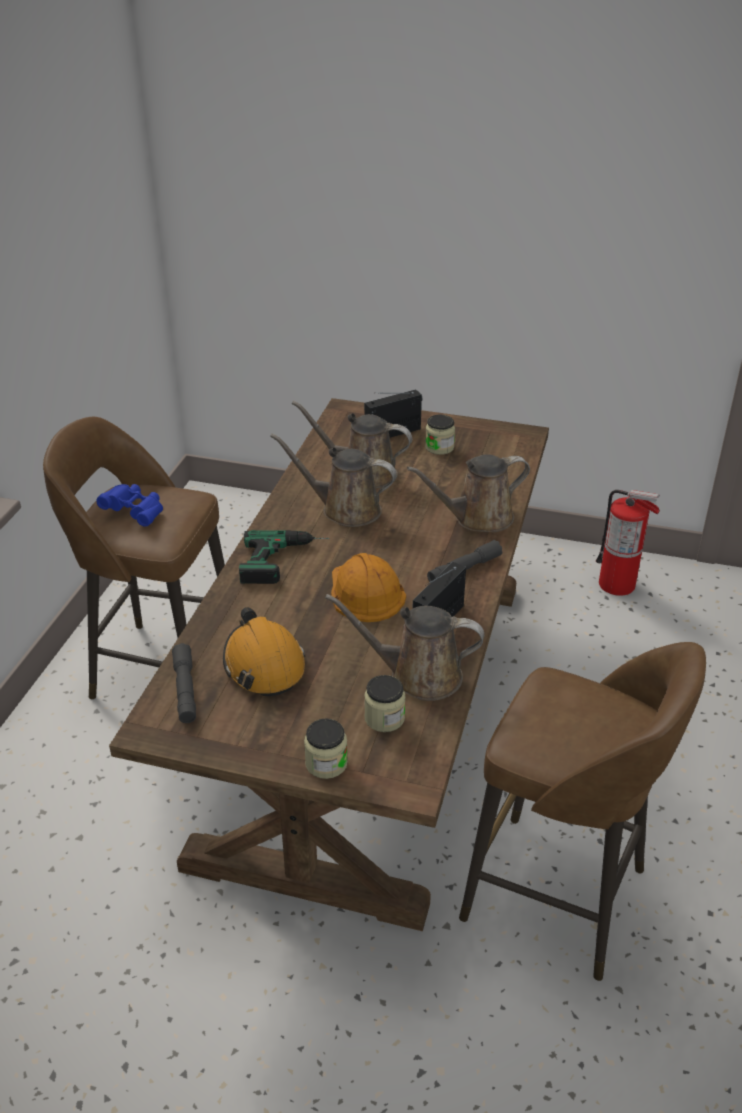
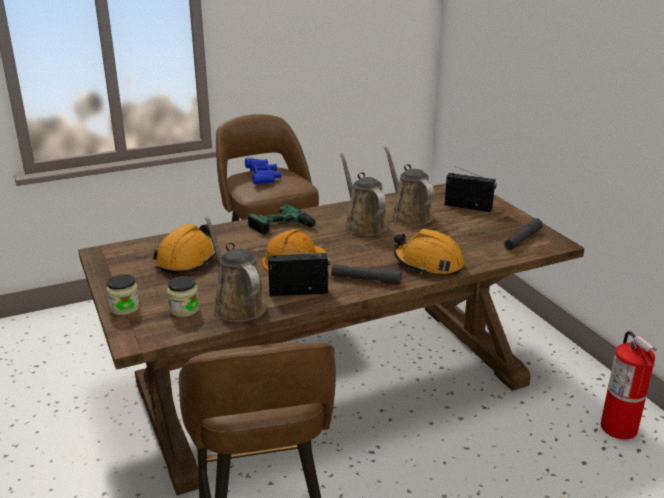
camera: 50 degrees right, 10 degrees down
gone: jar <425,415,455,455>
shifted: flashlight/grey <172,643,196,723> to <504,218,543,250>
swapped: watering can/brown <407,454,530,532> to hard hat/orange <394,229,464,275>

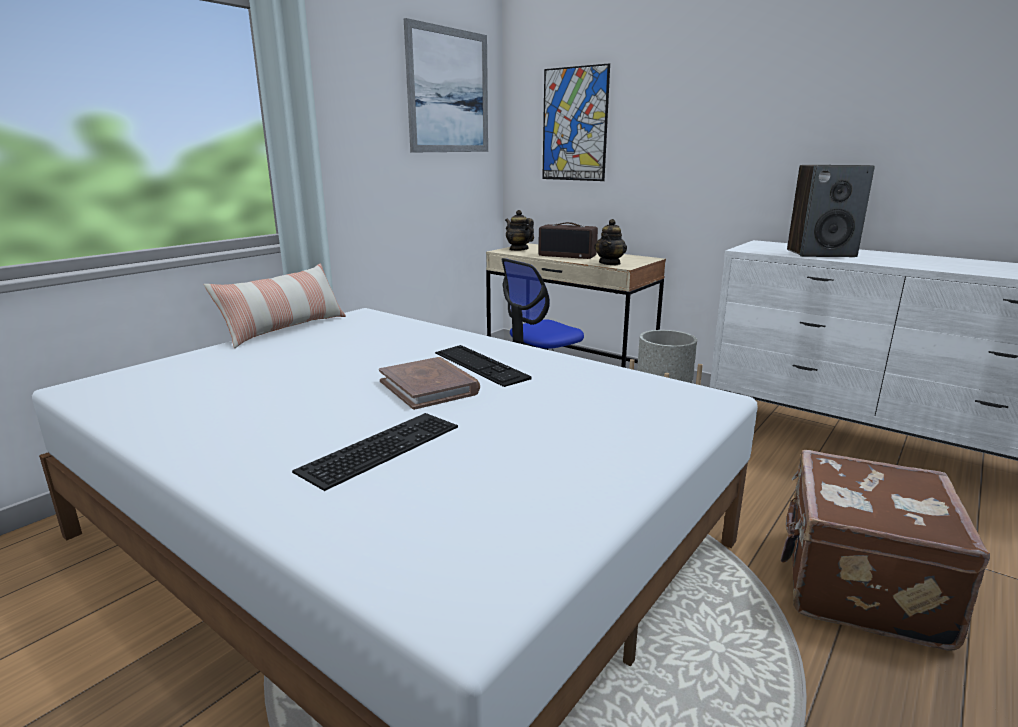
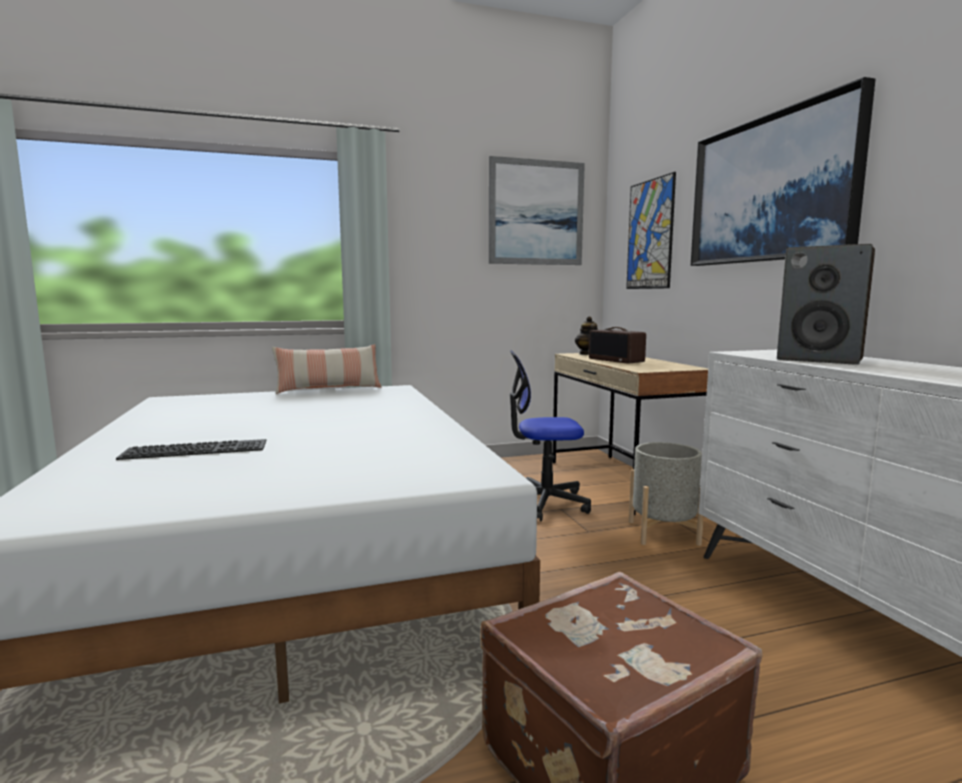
camera: 35 degrees right, 10 degrees down
gone: book/brown <379,357,480,410>; keyboard <435,345,532,387>; teapot <594,219,627,265>
new: picture <691,77,876,266>

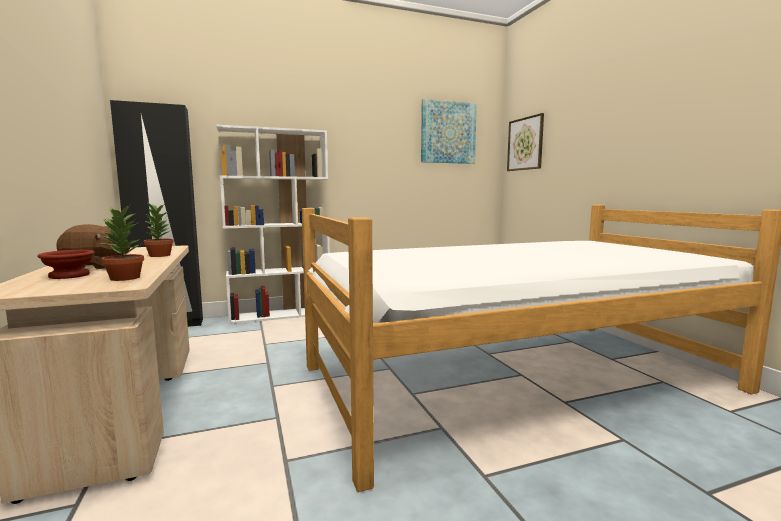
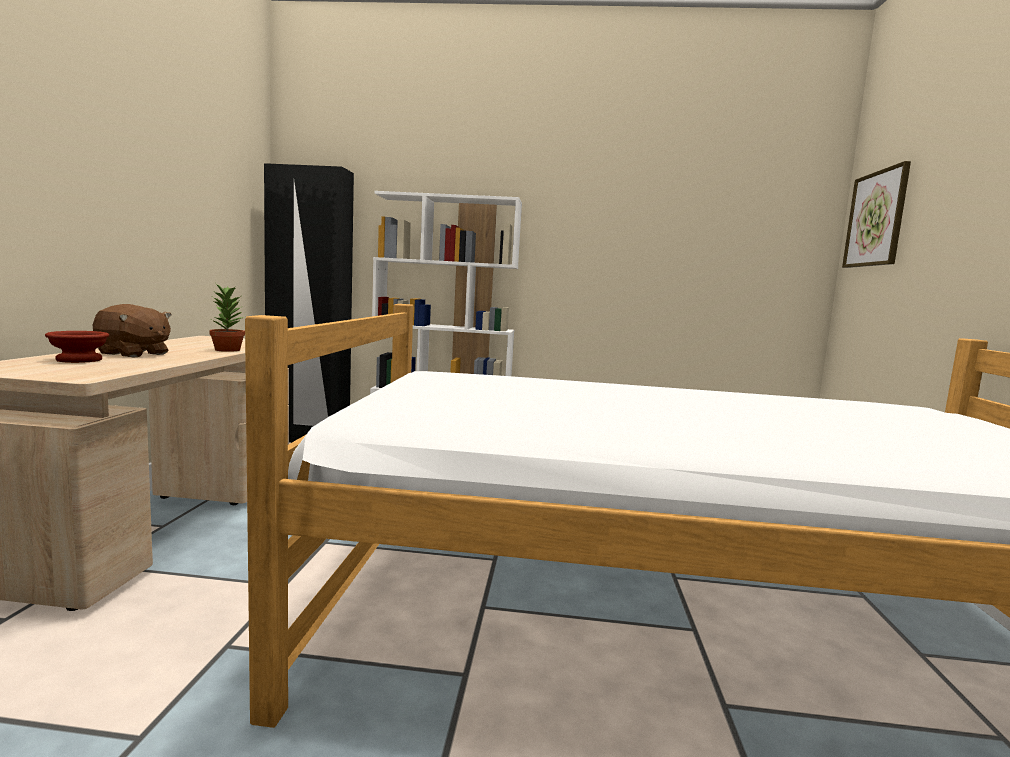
camera: 25 degrees right, 0 degrees up
gone: potted plant <101,205,144,281>; picture <421,99,477,164>

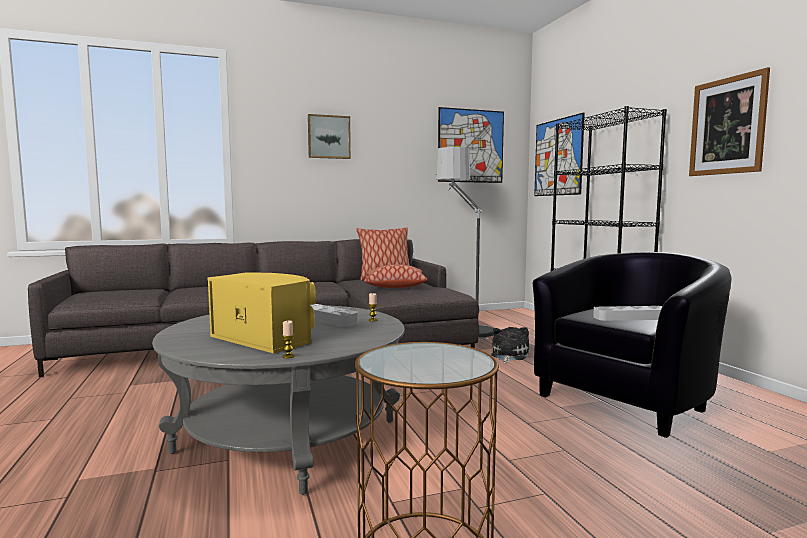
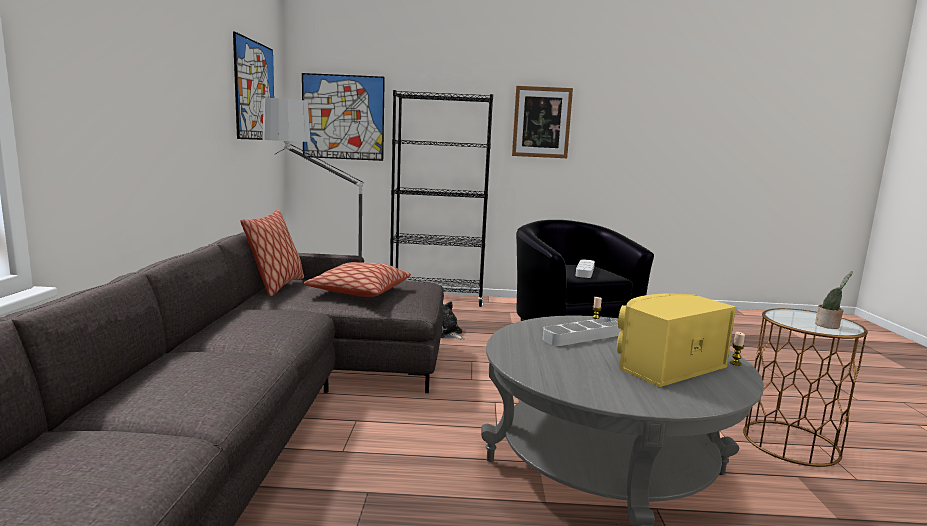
camera: 70 degrees left, 5 degrees up
gone: picture <308,114,351,159>
new: potted plant <815,271,853,329>

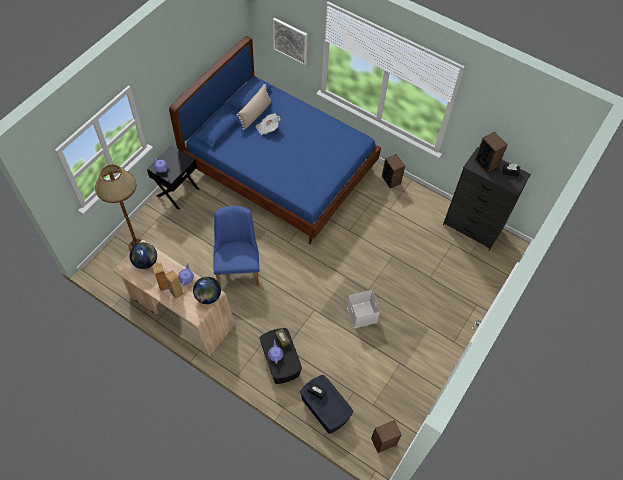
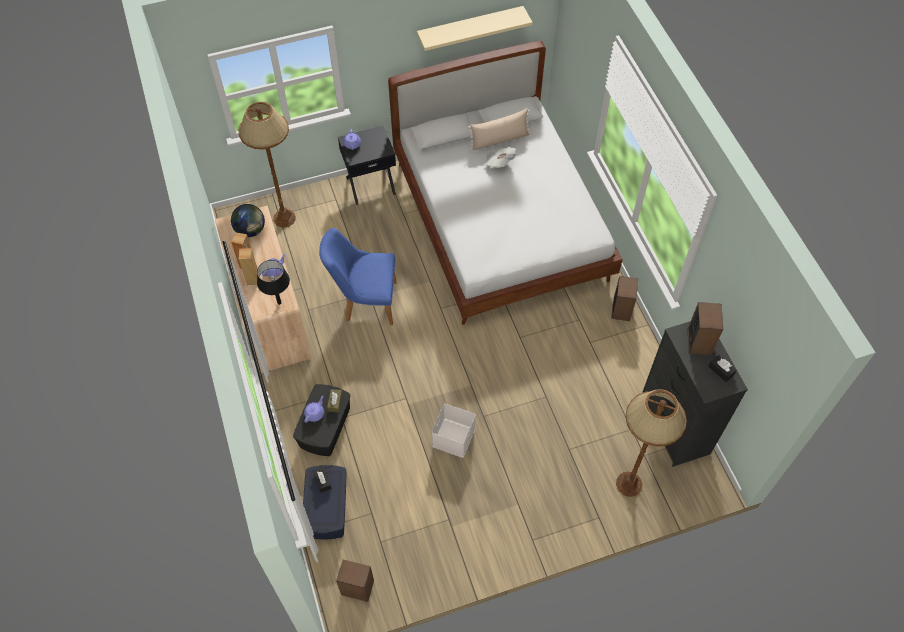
camera: 40 degrees right, 0 degrees up
gone: picture <273,18,308,65>
new: shelf/beige <417,6,533,51>; floor lamp/brown <616,389,687,497>
swapped: globe <193,277,221,304> to table lamp/black <257,260,290,305>
repainted: bed/blue <169,36,381,244> to bed/white <388,41,623,325>
rotated: chair/blue <213,206,259,287> = <319,228,397,325> 120 degrees counterclockwise

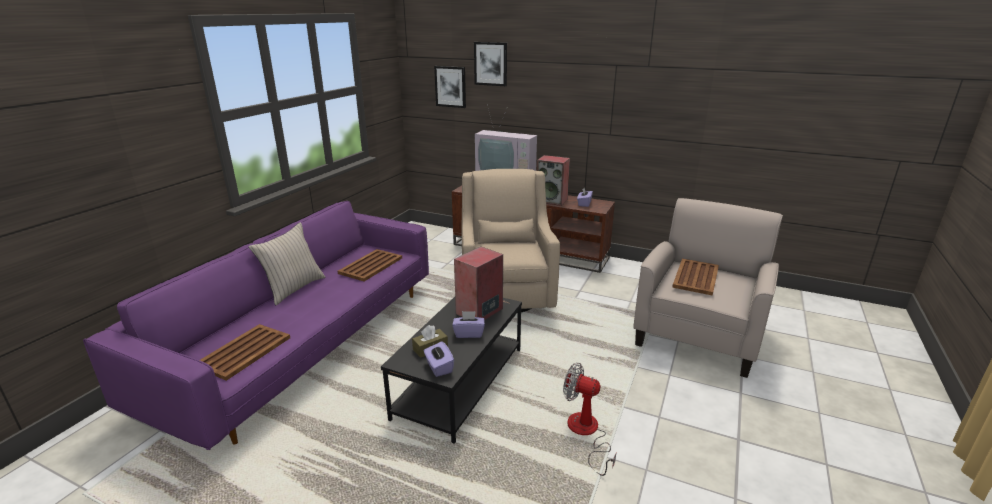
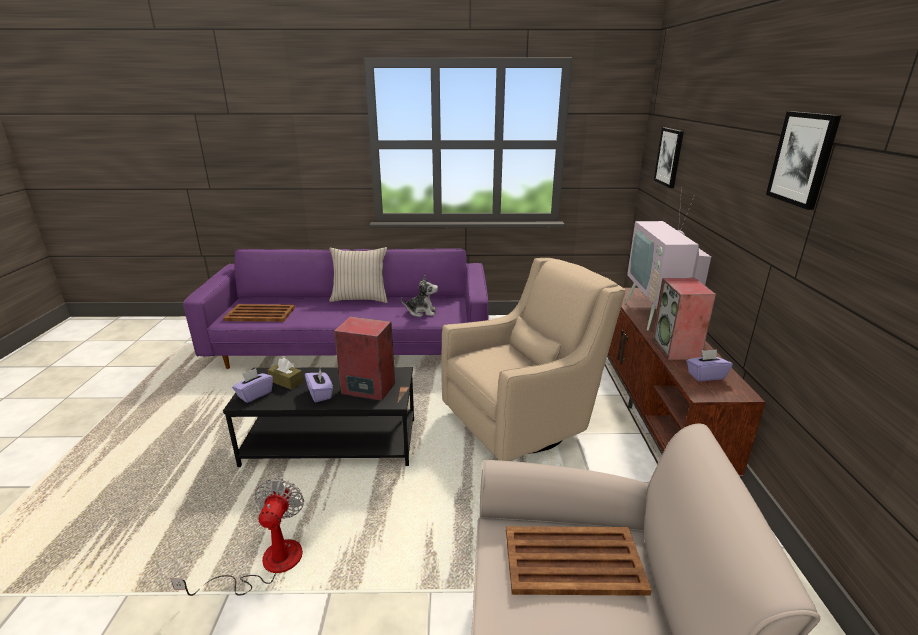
camera: 65 degrees right, 0 degrees up
shifted: picture <474,42,507,86> to <766,111,841,210>
swapped: tray/brown <337,249,402,281> to plush toy <401,275,438,317>

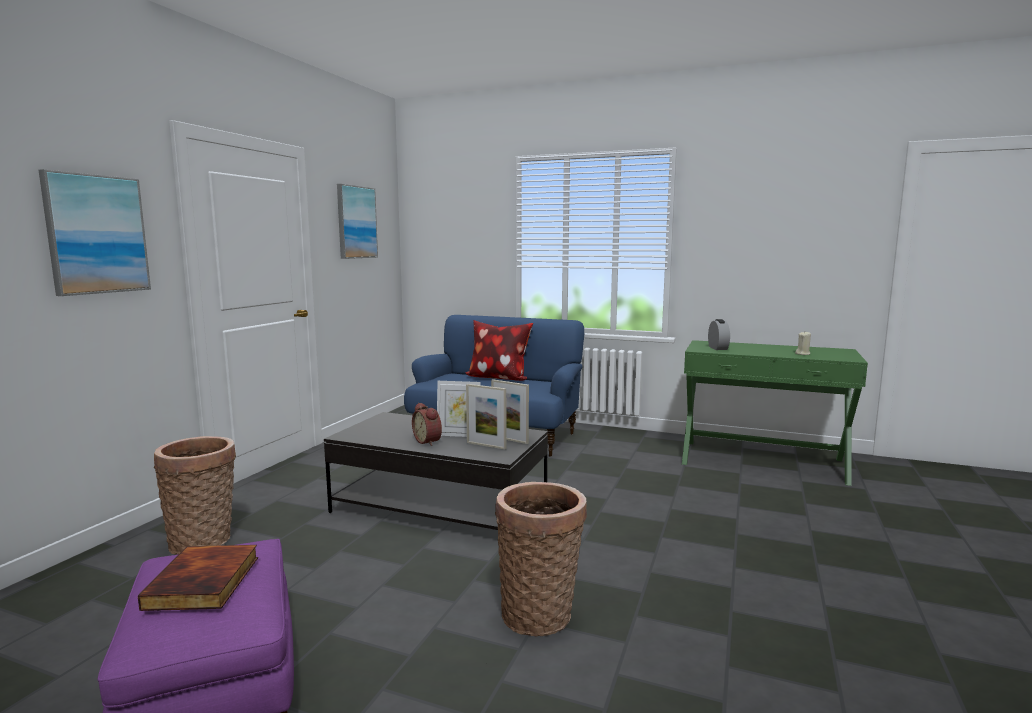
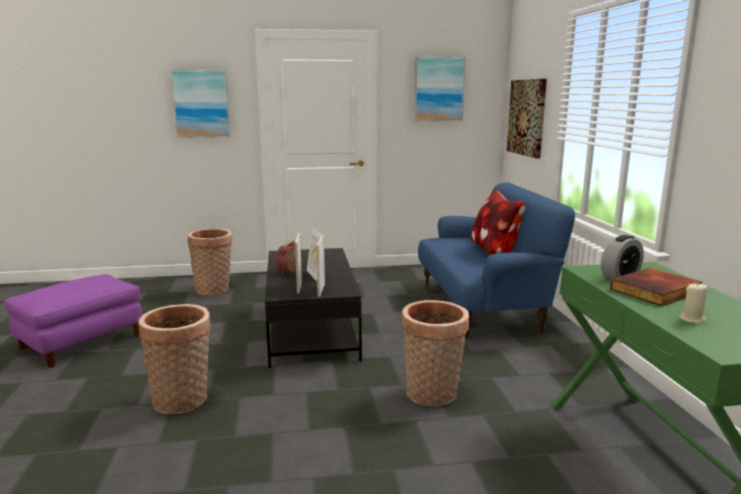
camera: 60 degrees right, 5 degrees up
new: basket <402,300,469,407>; picture <507,79,547,158>
shifted: book <138,545,258,611> to <610,268,702,306>

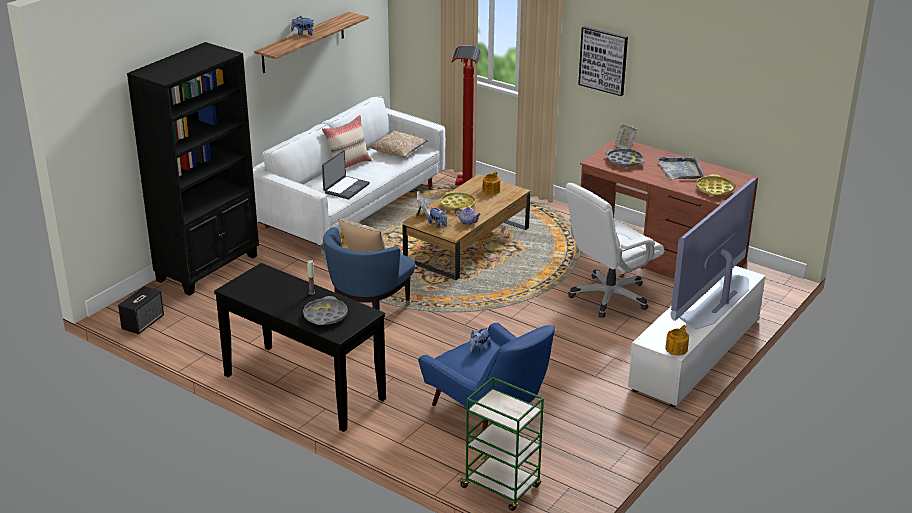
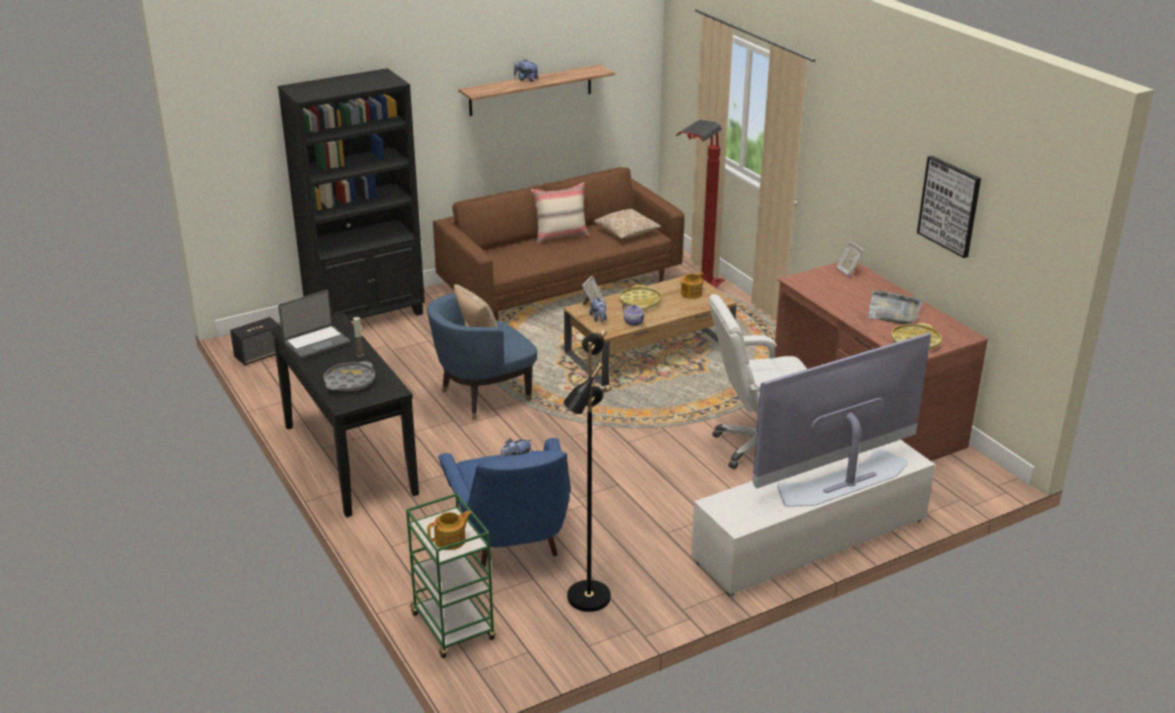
camera: 25 degrees right, 0 degrees up
gone: tray/grey <605,149,645,168>
new: floor lamp/black <563,330,612,612>
shifted: laptop <322,150,370,200> to <278,290,351,359>; teapot <665,325,689,355> to <427,510,472,550>; picture <578,26,628,96> to <917,156,981,258>
repainted: sofa/white <253,96,446,245> to sofa/brown <433,167,684,321>

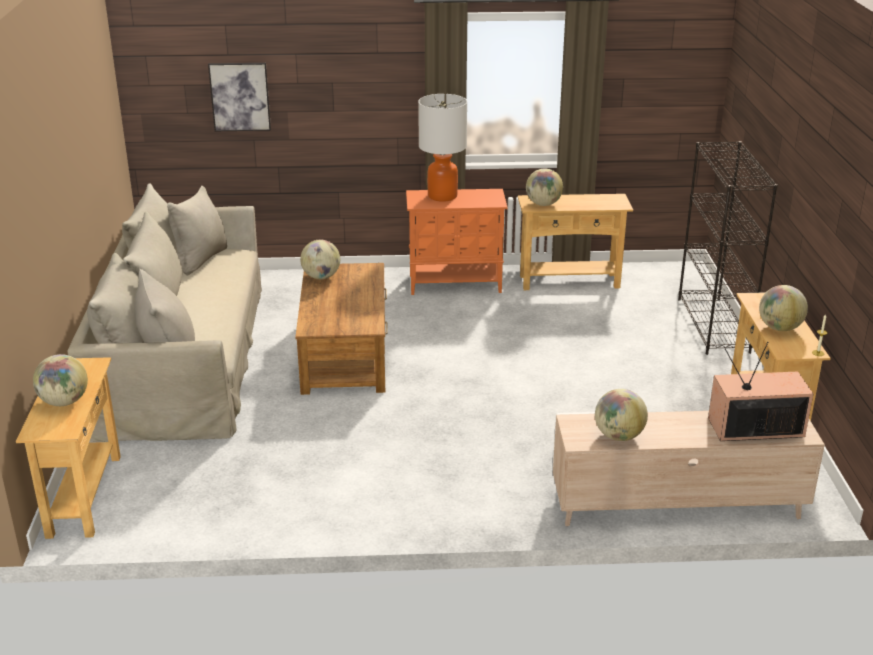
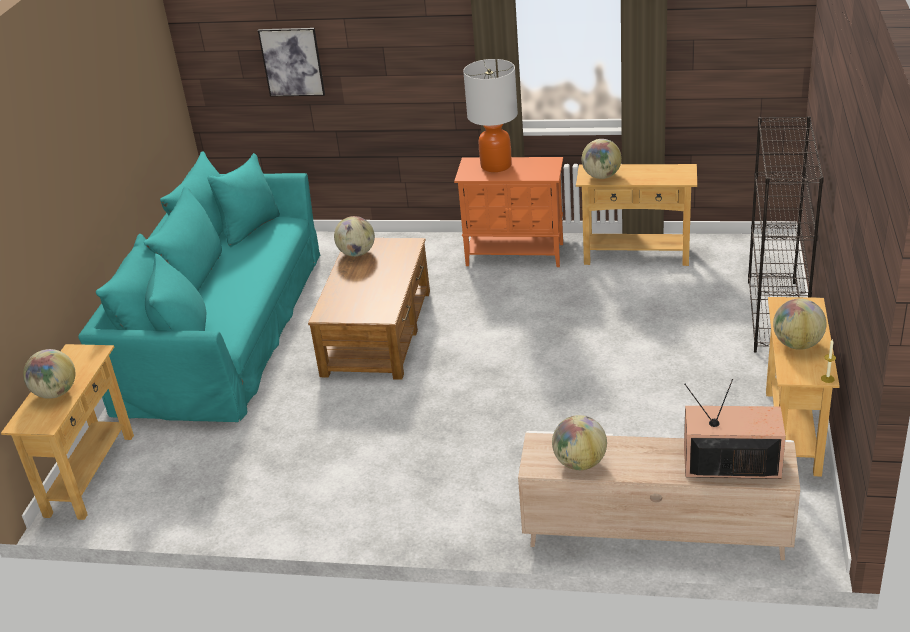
camera: 15 degrees right, 5 degrees up
repainted: sofa/beige <67,183,262,442> to sofa/turquoise <78,151,320,422>

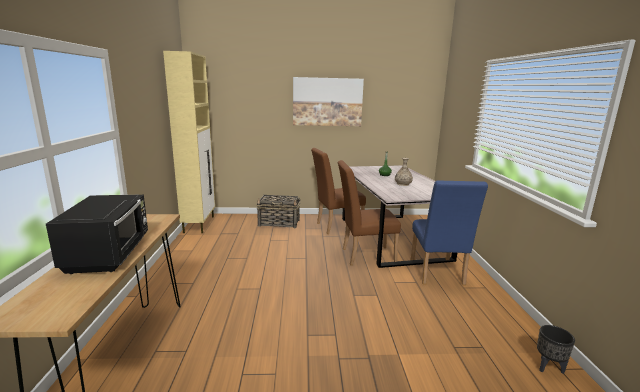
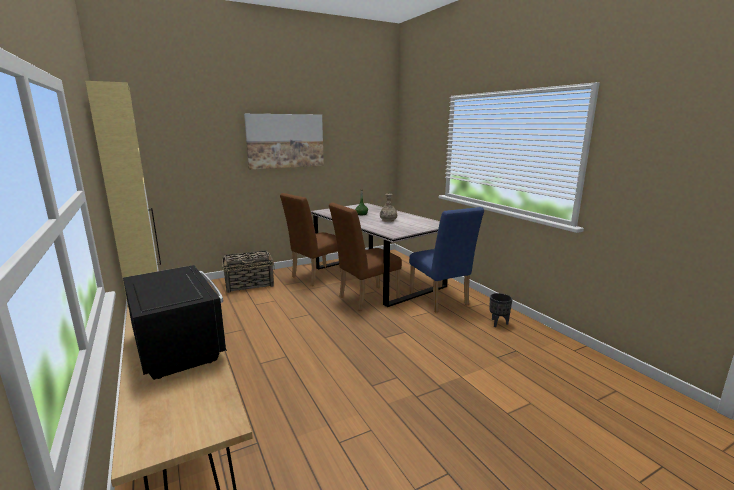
camera: 25 degrees left, 0 degrees up
shifted: planter/black <537,325,575,374> to <489,293,513,327>

